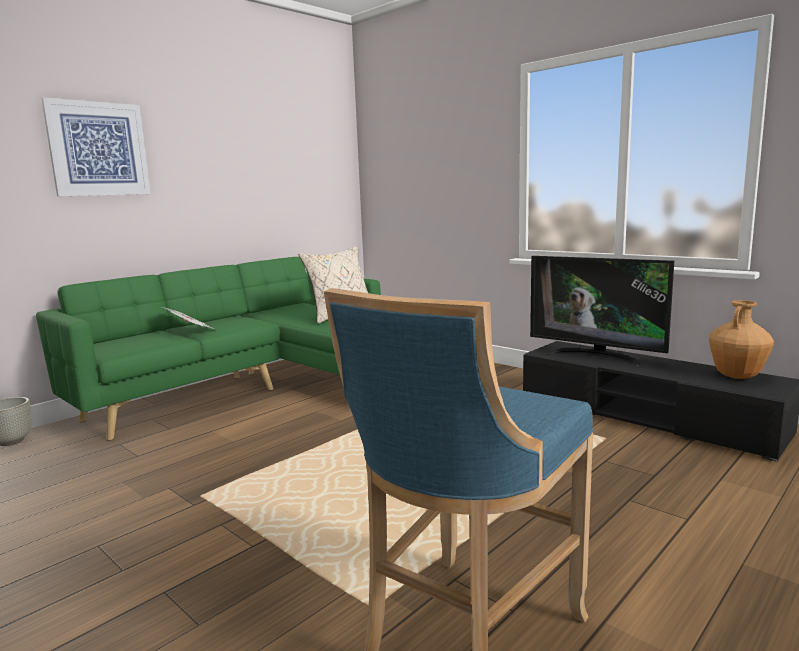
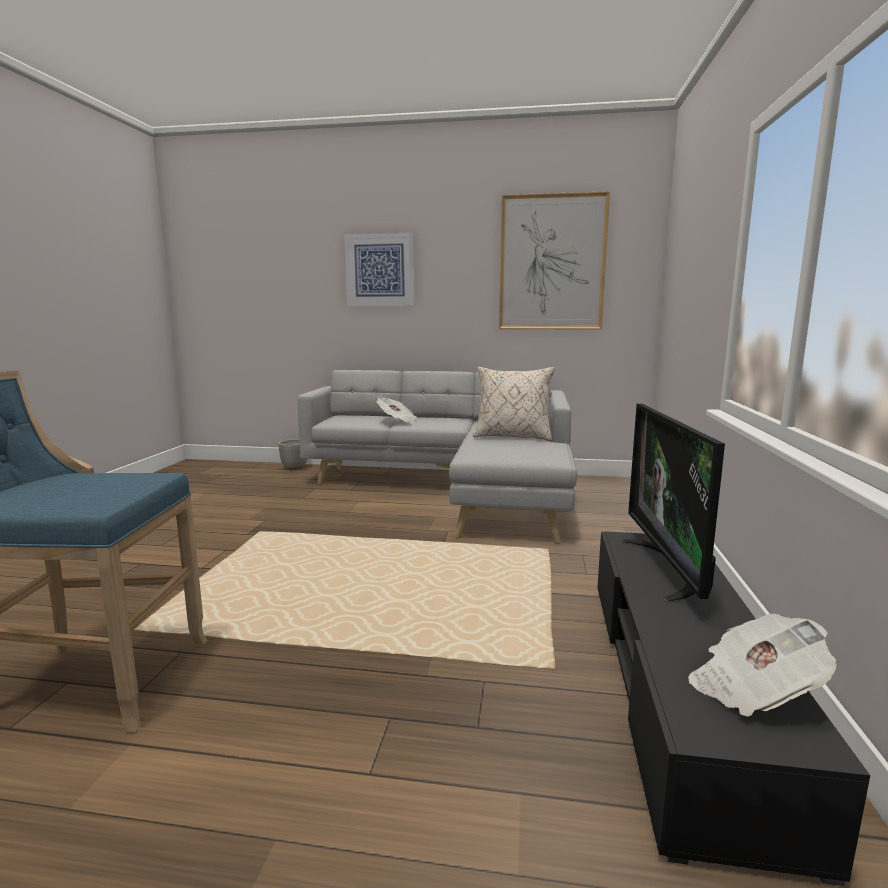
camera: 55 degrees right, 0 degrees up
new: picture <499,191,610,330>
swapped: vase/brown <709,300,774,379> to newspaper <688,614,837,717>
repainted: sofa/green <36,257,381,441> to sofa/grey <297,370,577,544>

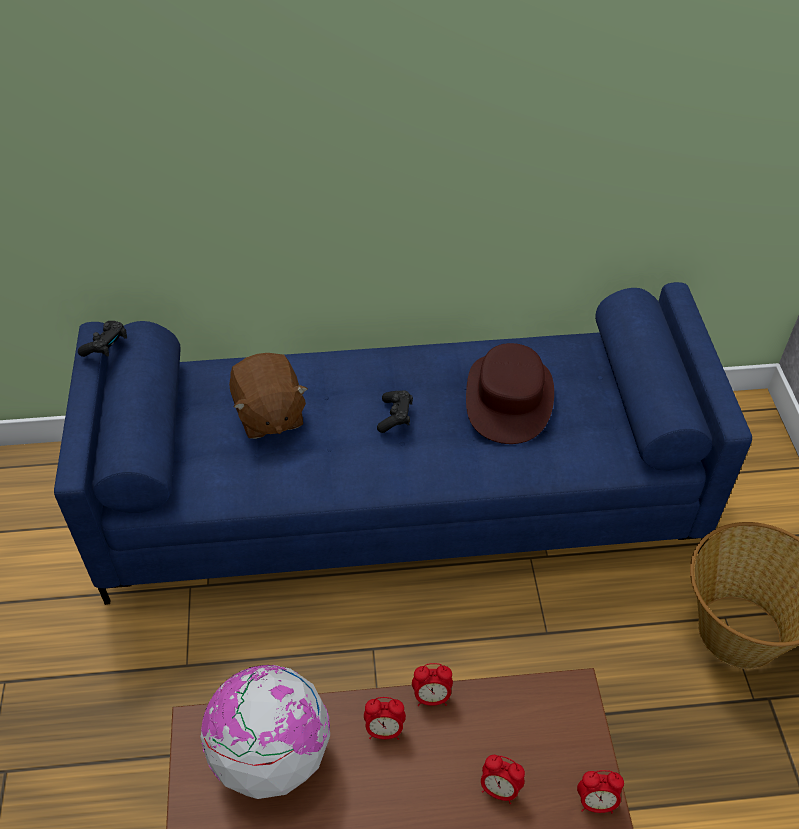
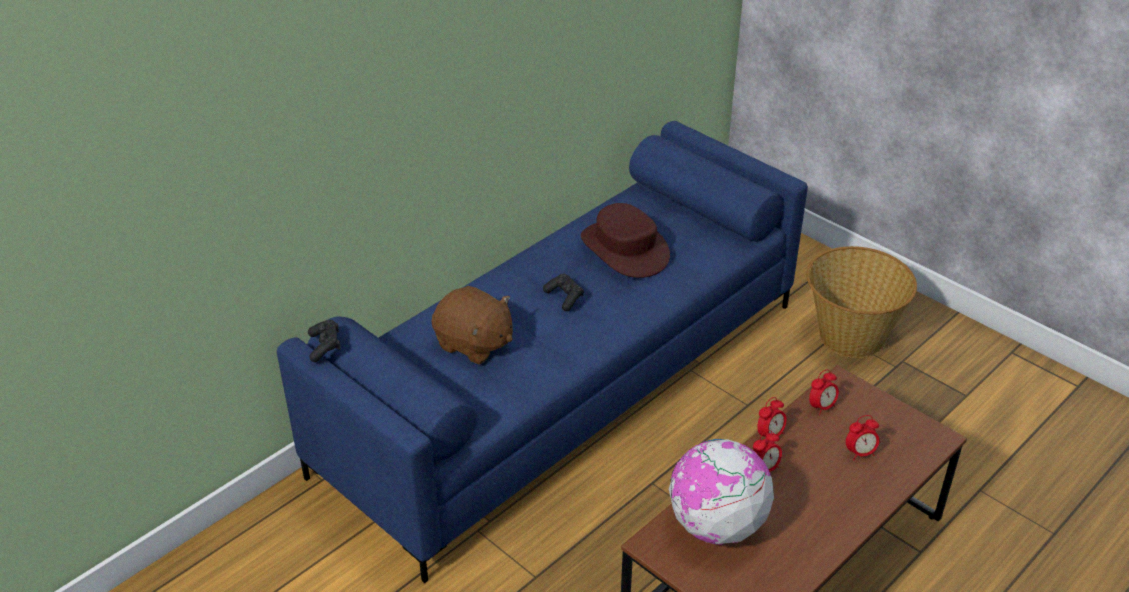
camera: 40 degrees left, 10 degrees down
shifted: alarm clock <577,770,624,813> to <809,369,839,416>

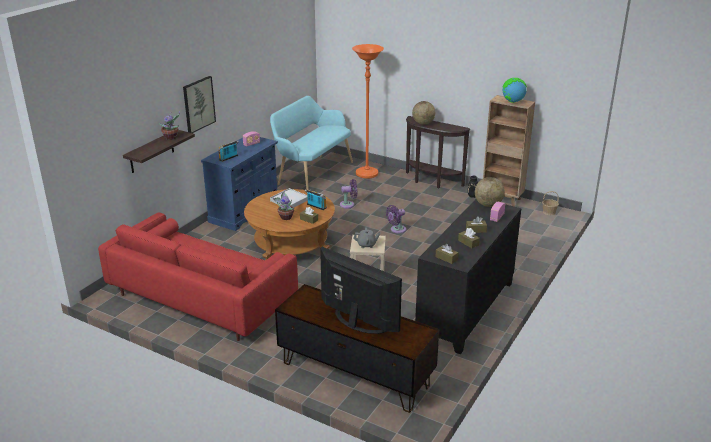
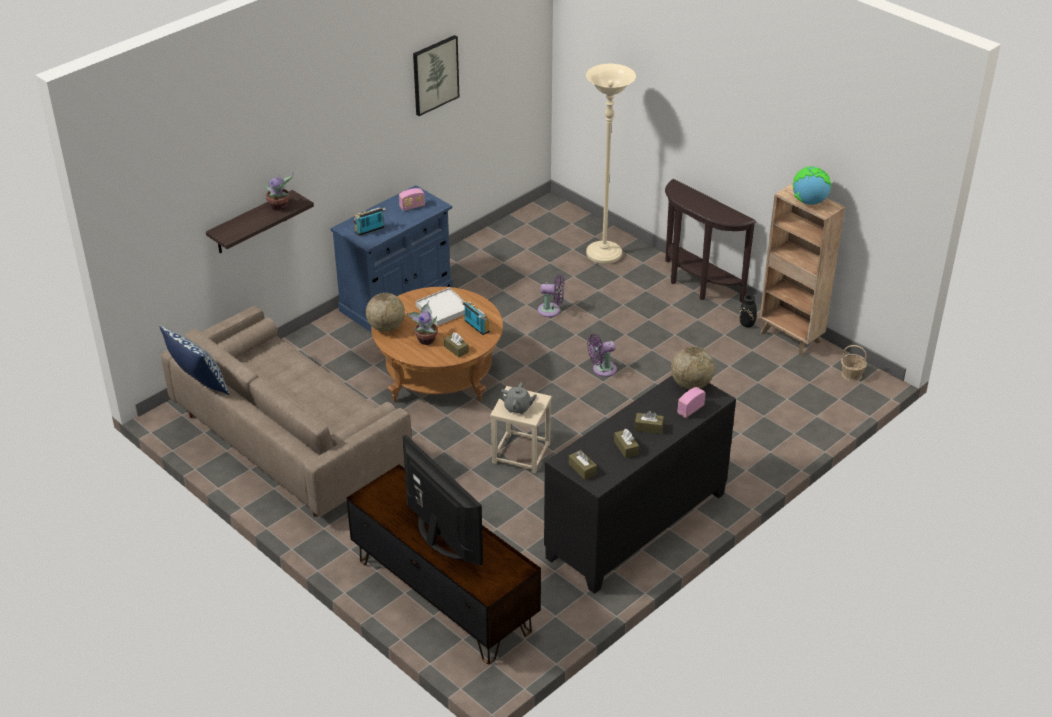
camera: 15 degrees right, 10 degrees up
gone: bench/turquoise <270,96,353,190>
new: pillow <159,326,230,395>
shifted: globe <412,101,435,125> to <366,293,405,332>; picture <183,76,216,133> to <413,35,459,116>
repainted: sofa/red <98,213,298,341> to sofa/beige <161,306,412,517>; floor lamp/orange <352,44,384,179> to floor lamp/beige <586,64,636,264>

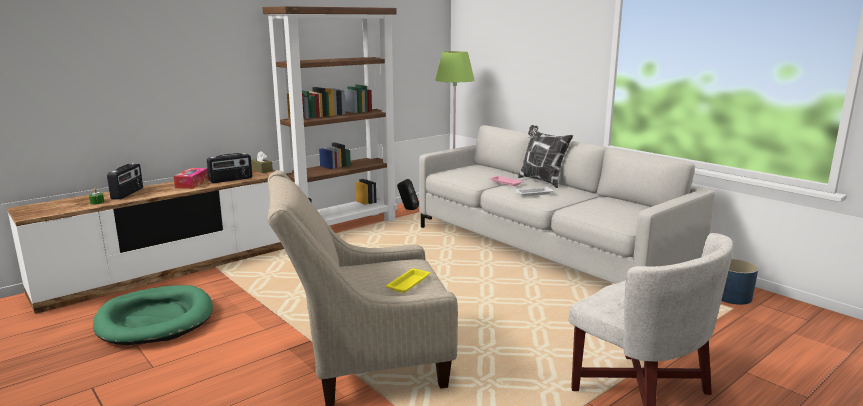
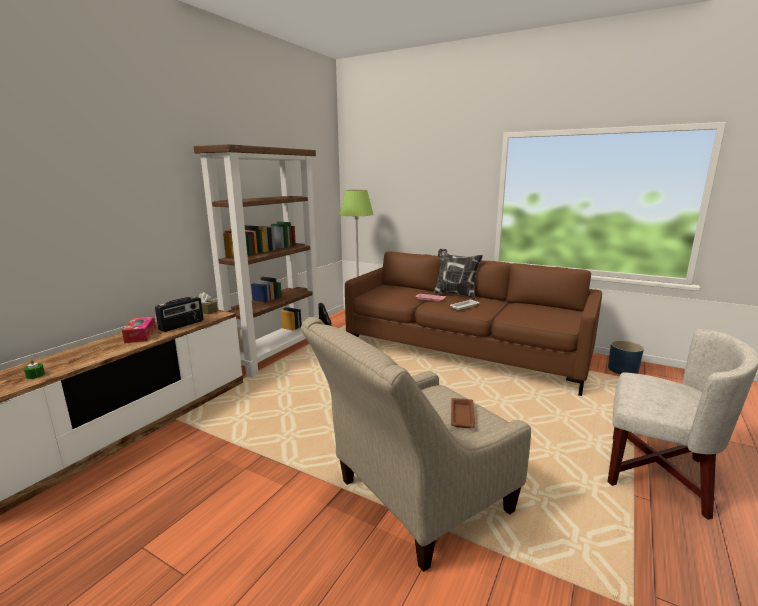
camera: 20 degrees left, 0 degrees up
gone: dog bed/green <93,285,213,345>; radio <107,163,143,200>
repainted: sofa/grey <419,125,715,284> to sofa/brown <345,251,602,396>; tray/yellow <386,268,430,293> to tray/brown <451,398,475,428>

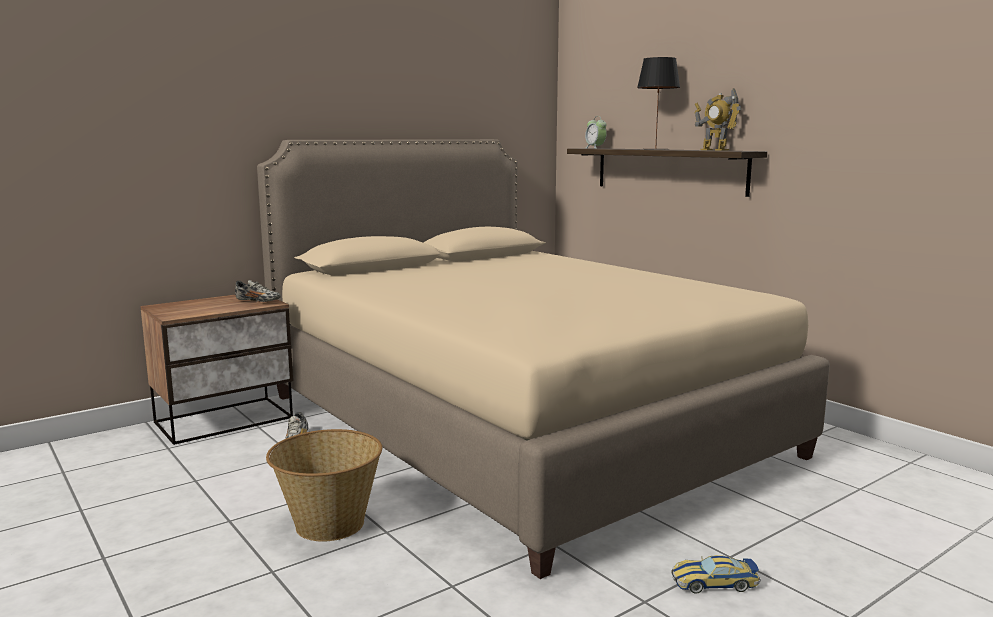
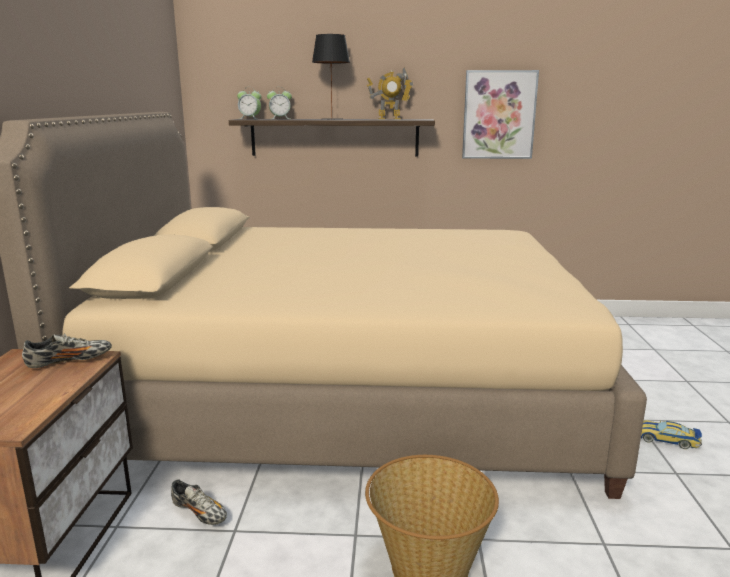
camera: 50 degrees left, 5 degrees up
new: alarm clock <267,87,292,119>; picture <462,70,539,159>
rotated: toy car <671,555,761,594> = <641,420,702,449> 75 degrees clockwise

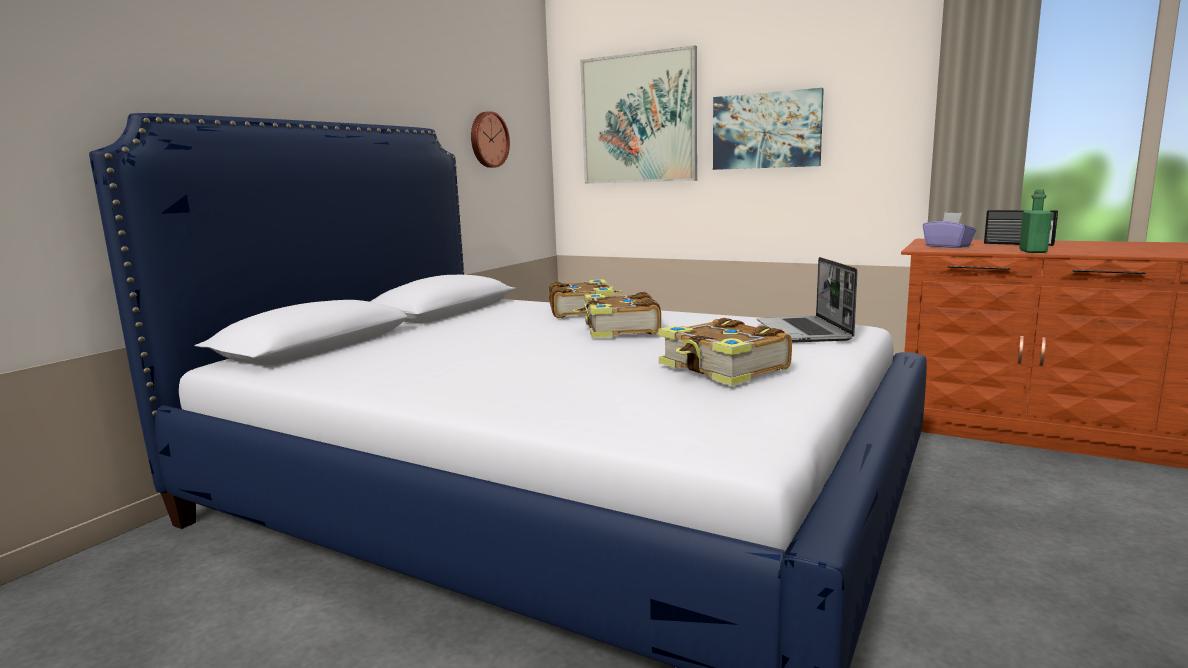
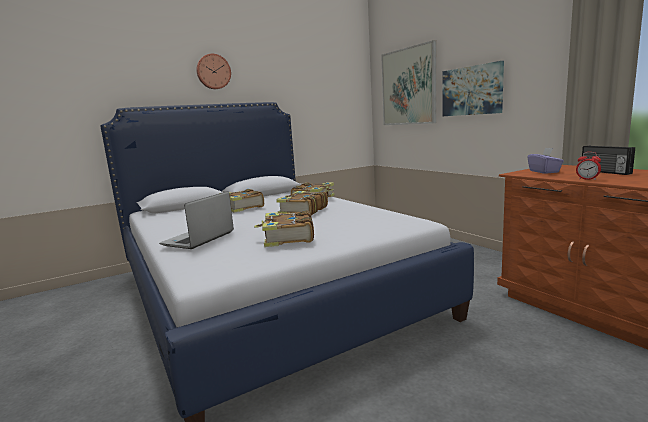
camera: 30 degrees right, 0 degrees up
new: book <219,189,264,212>
shifted: laptop <757,257,858,343> to <159,191,234,249>; wall clock <471,111,510,168> to <196,54,231,89>
swapped: bottle/green <1019,189,1052,253> to alarm clock <576,152,601,180>

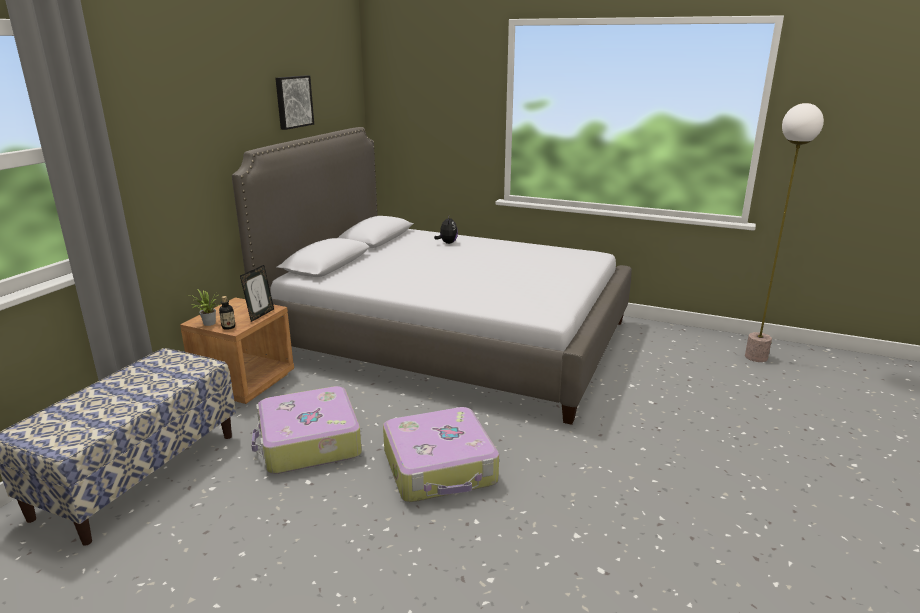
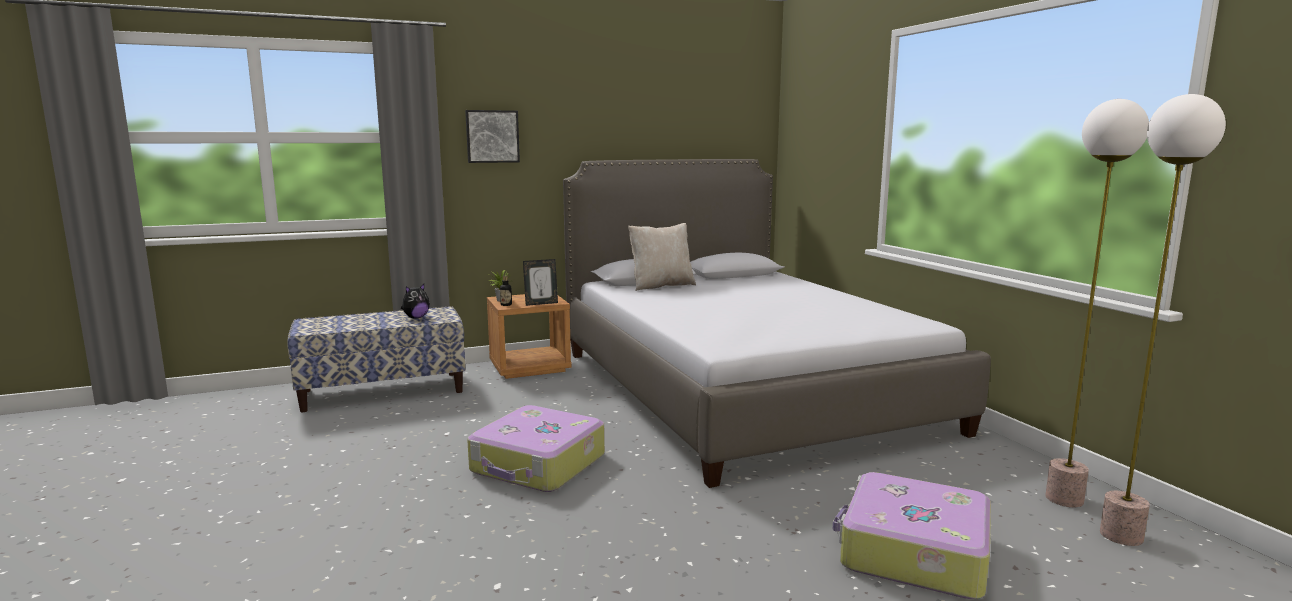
camera: 45 degrees right, 10 degrees down
new: pillow/beige <628,223,696,291>; floor lamp <1045,99,1149,507>
shifted: plush toy <434,217,458,244> to <401,284,430,318>; picture <275,75,314,130> to <465,110,520,163>; suitcase <251,386,362,474> to <833,472,991,599>

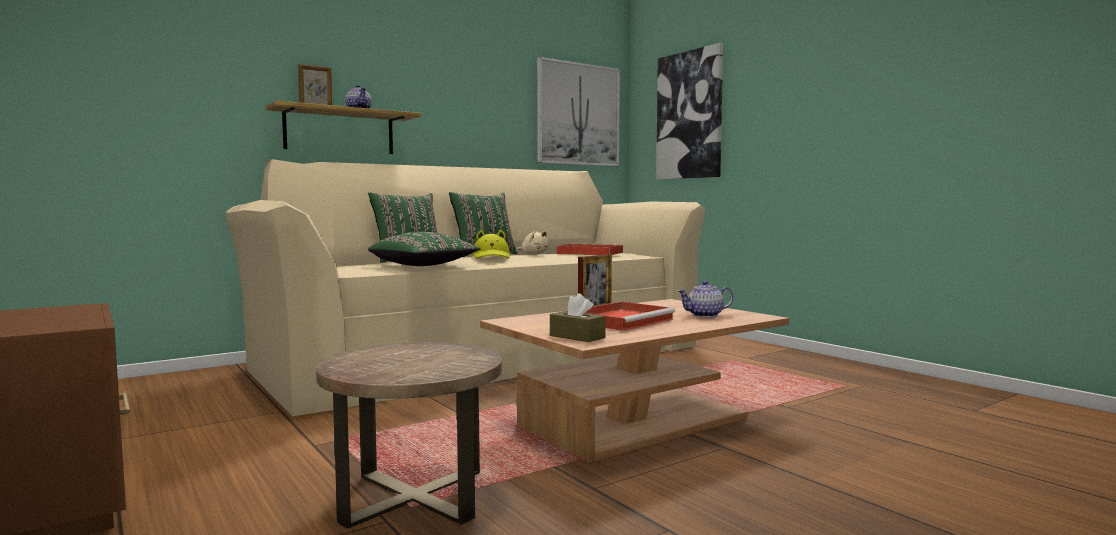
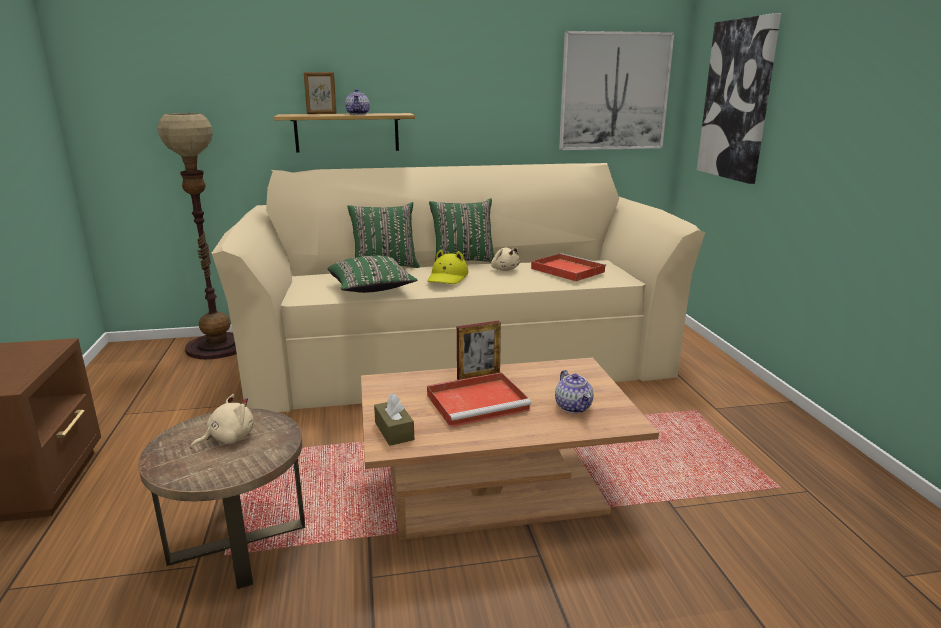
camera: 25 degrees right, 15 degrees up
new: floor lamp <157,113,237,359>; plush toy/beige <190,394,254,449>
rotated: teapot <678,281,733,317> = <555,370,593,413> 120 degrees counterclockwise

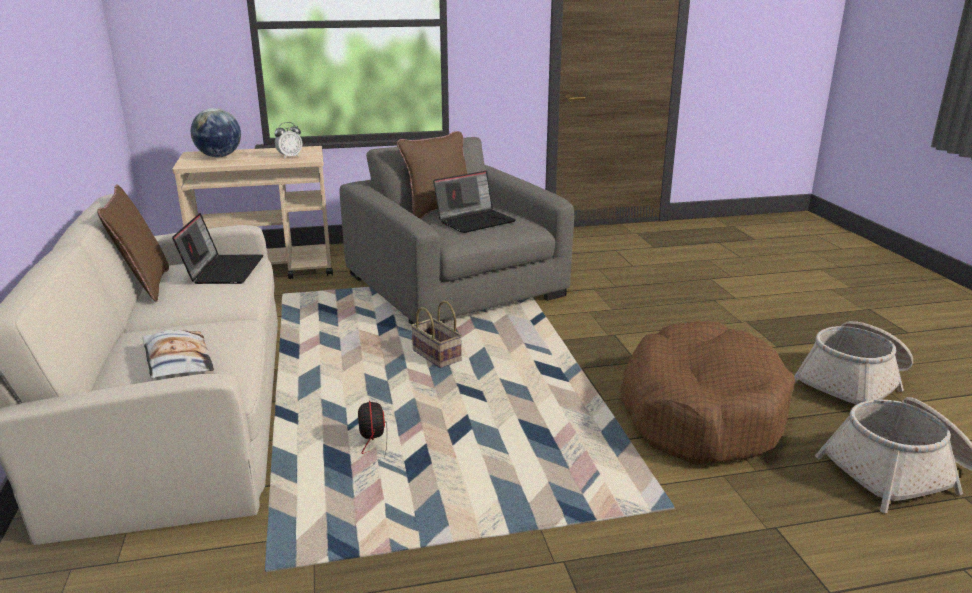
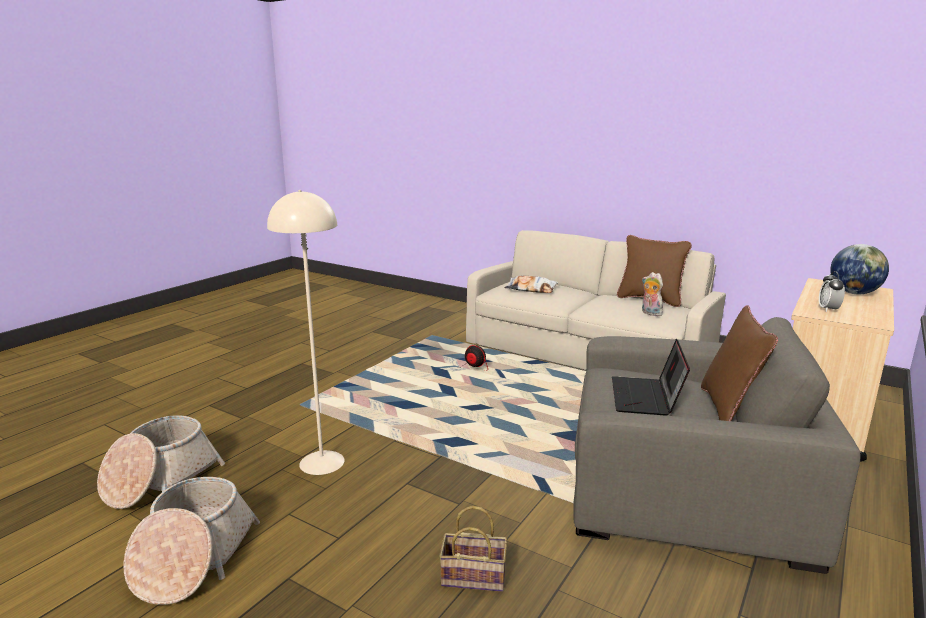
camera: 135 degrees right, 5 degrees down
shifted: basket <411,300,462,368> to <439,506,507,592>
swapped: dog bed/brown <620,321,795,464> to floor lamp/beige <267,190,345,475>; laptop <172,213,263,284> to plush toy <642,272,663,316>

